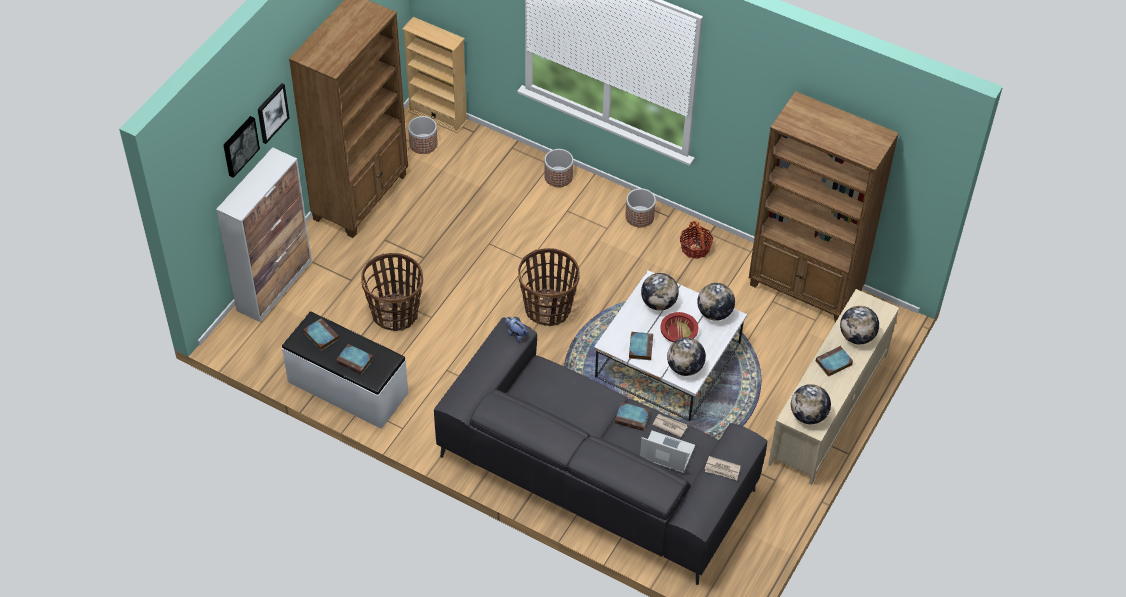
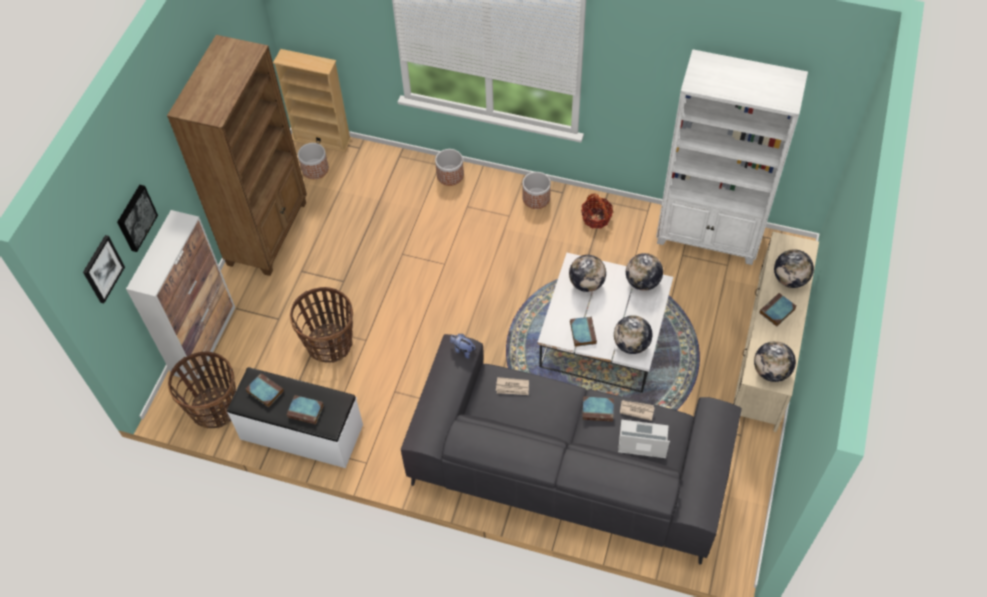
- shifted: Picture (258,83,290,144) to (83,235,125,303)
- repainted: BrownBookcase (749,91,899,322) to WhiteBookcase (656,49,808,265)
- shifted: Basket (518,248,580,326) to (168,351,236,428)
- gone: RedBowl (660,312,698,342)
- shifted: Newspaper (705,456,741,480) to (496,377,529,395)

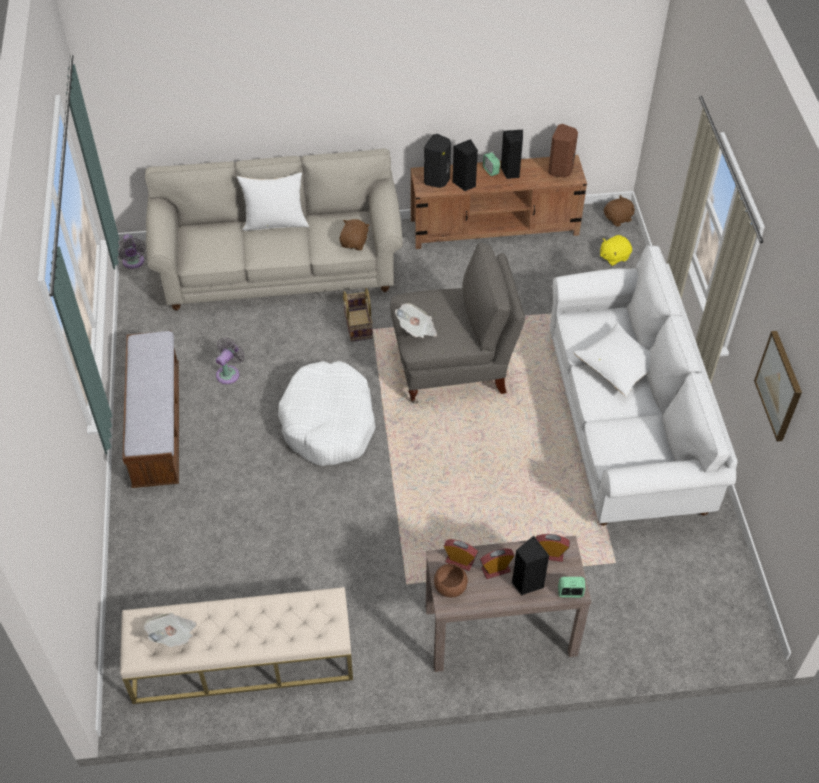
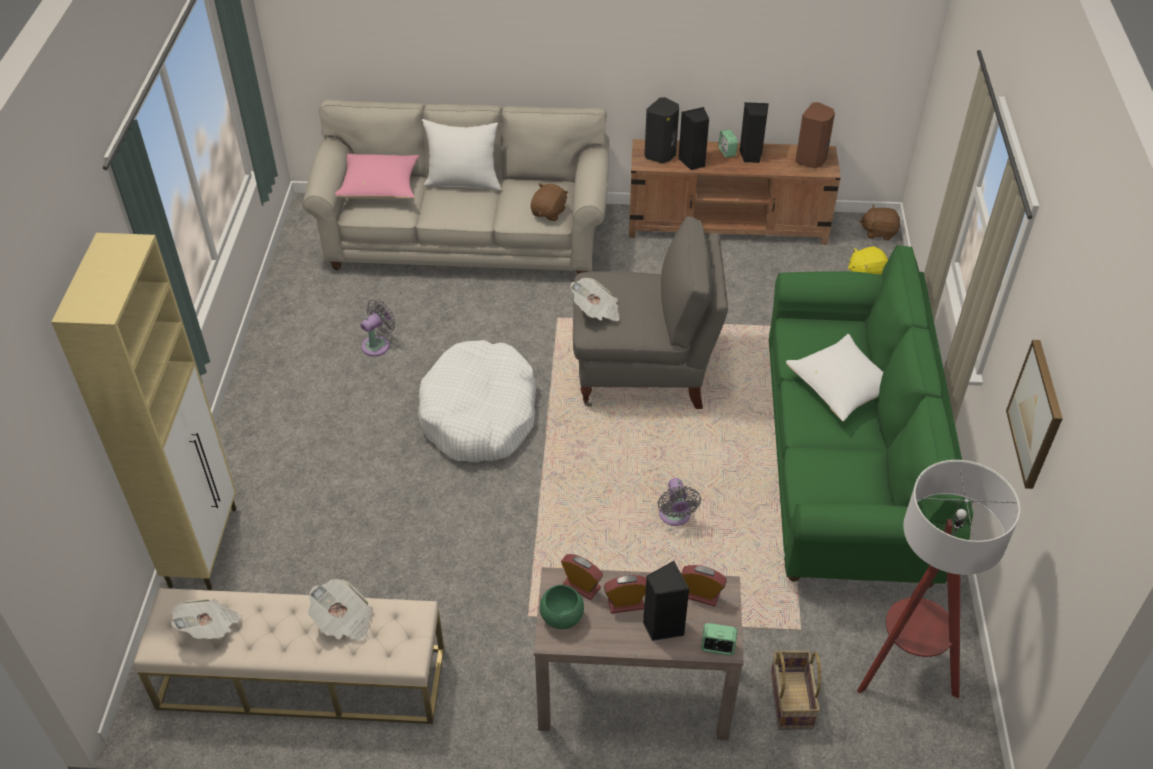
- rotated: BrownPlushToy (604,195,635,227) = (860,205,900,241) 150 degrees counterclockwise
- shifted: GreyFan (118,234,146,269) to (657,478,701,526)
- repainted: WhiteSofa (550,245,738,526) to GreenSofa (769,245,973,588)
- shifted: Basket (343,288,373,342) to (770,651,821,730)
- gone: Bench (122,331,179,488)
- repainted: BrownBowl (434,564,468,598) to GreenBowl (540,585,584,629)
- new: PinkPillow (335,154,419,199)
- new: BeigeCabinet (51,233,236,590)
- new: FloorLamp (857,460,1020,698)
- new: Newspaper (308,579,373,641)

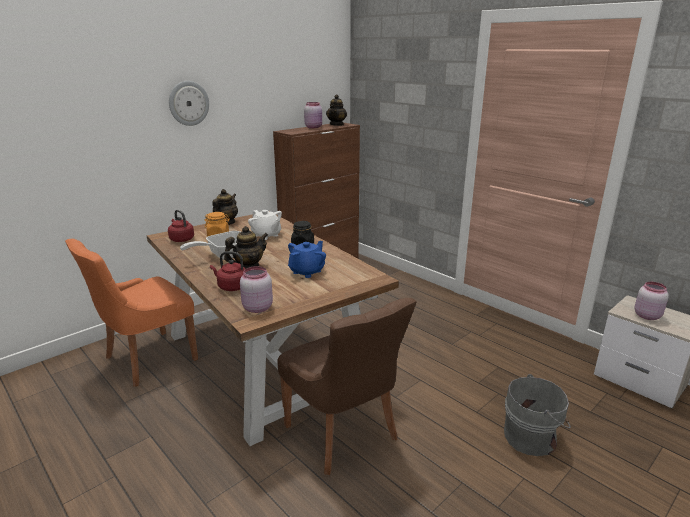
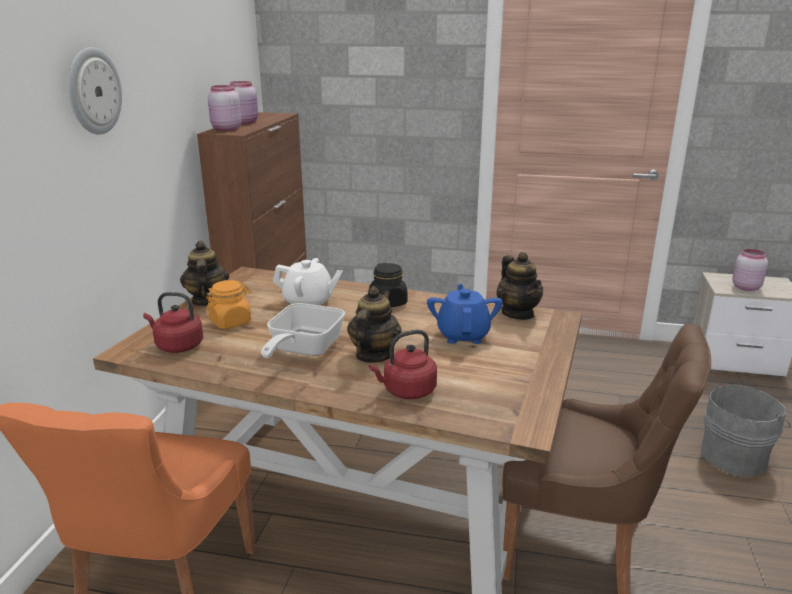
- shifted: Teapot (326,94,347,126) to (496,252,543,320)
- shifted: PinkJar (240,266,273,313) to (208,85,241,131)

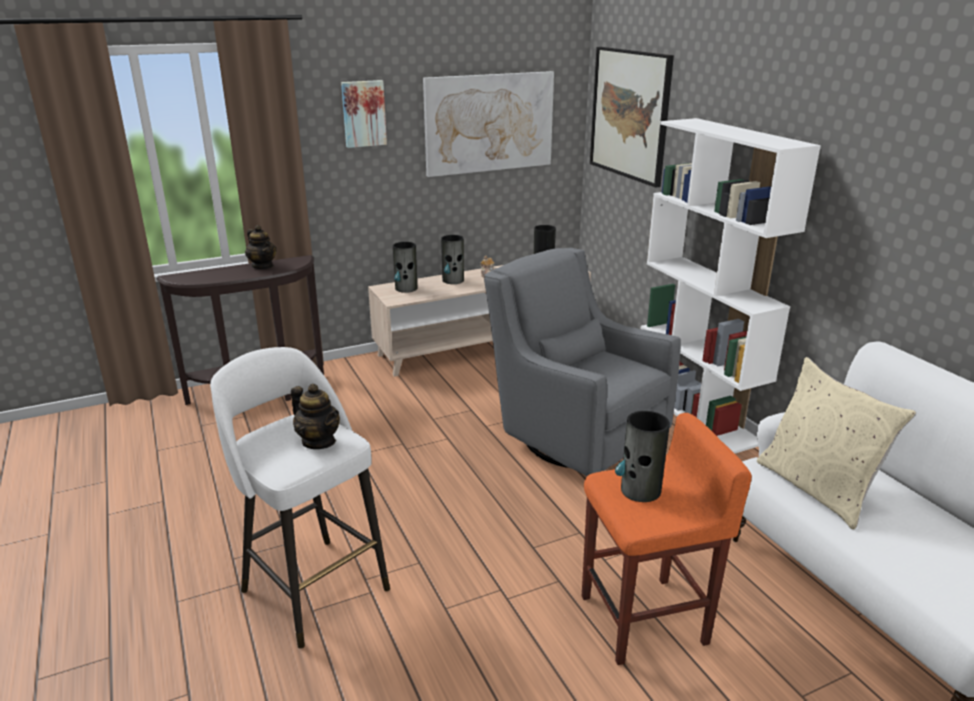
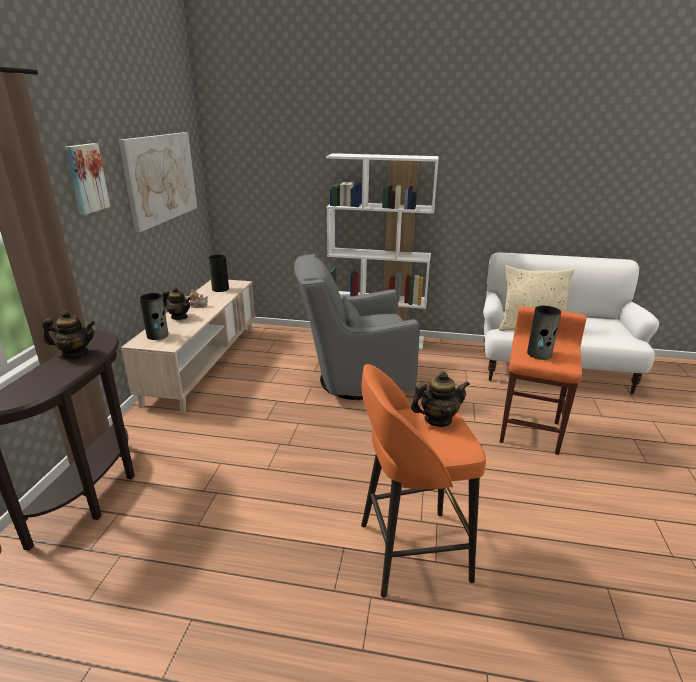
- gone: Picture (590,47,674,188)
- swapped: Vase (441,235,464,284) to Teapot (163,287,191,320)
- repainted: WhiteStool (210,347,390,649) to OrangeStool (361,364,486,598)

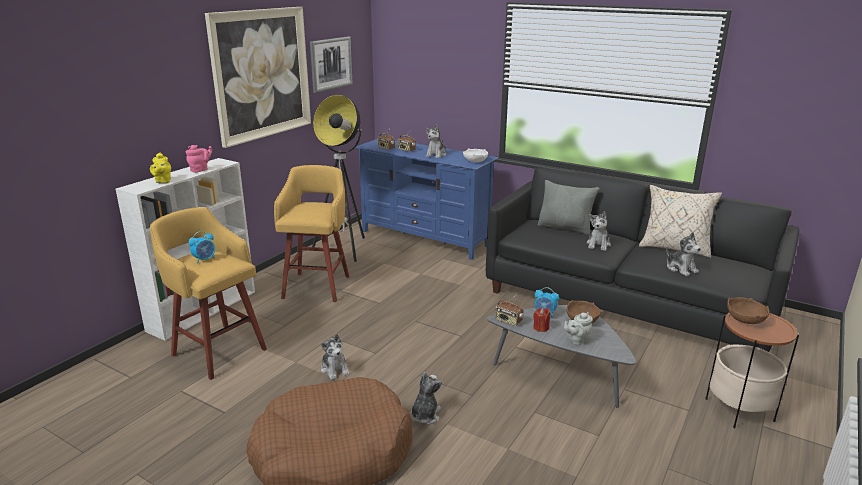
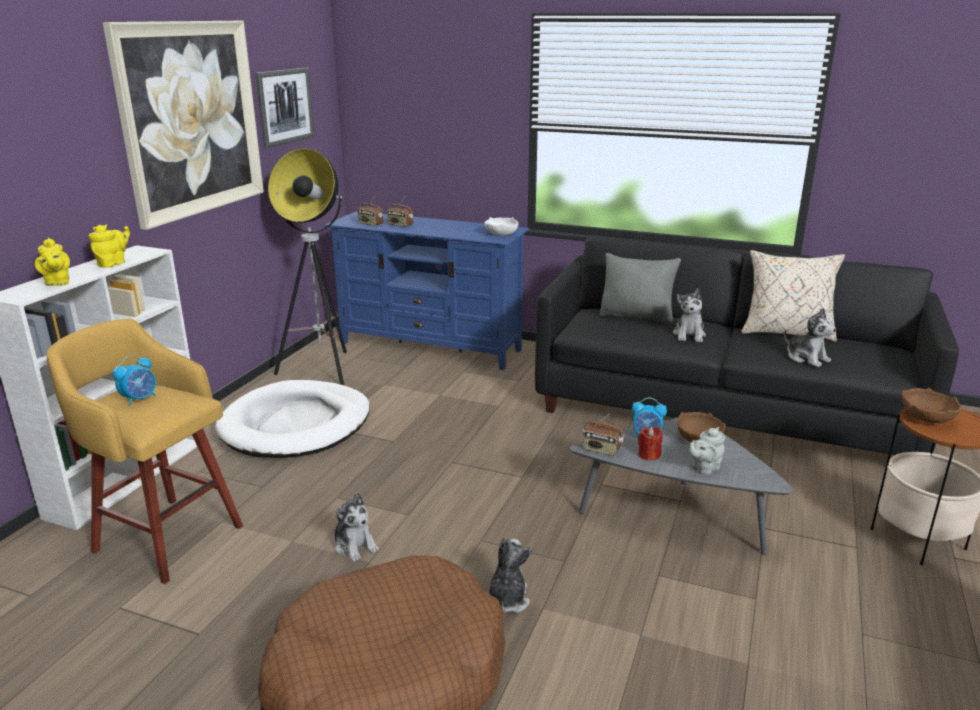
- gone: PlushToy (425,125,446,158)
- repainted: PinkTeapot (185,145,212,173) to YellowTeapot (88,225,130,268)
- swapped: YellowStool (274,165,350,302) to WhiteDogBed (215,380,370,458)

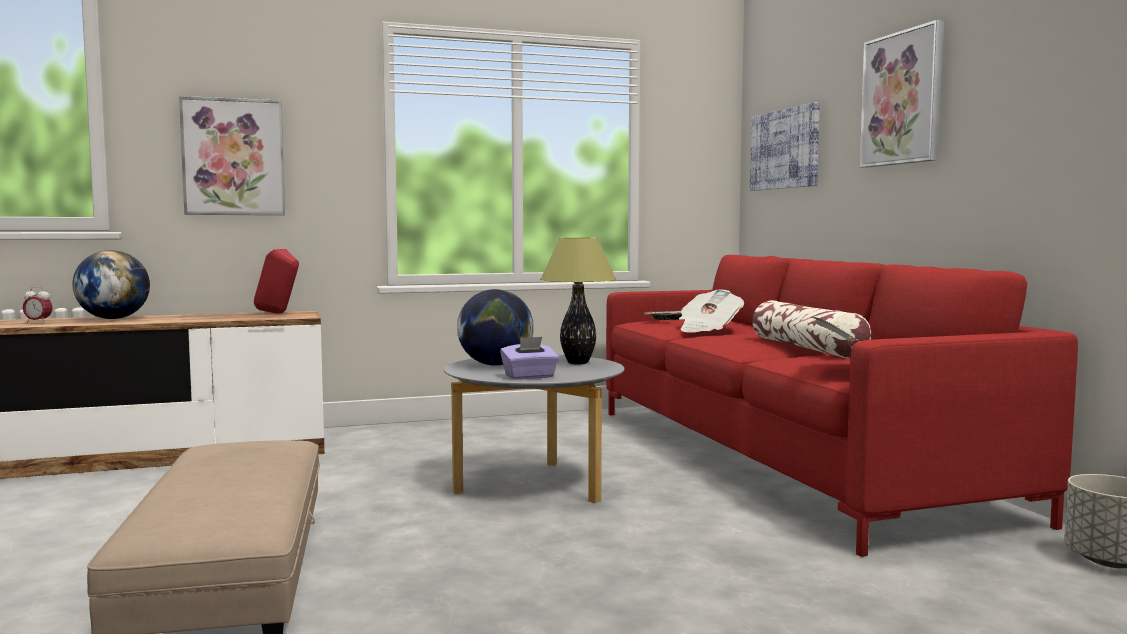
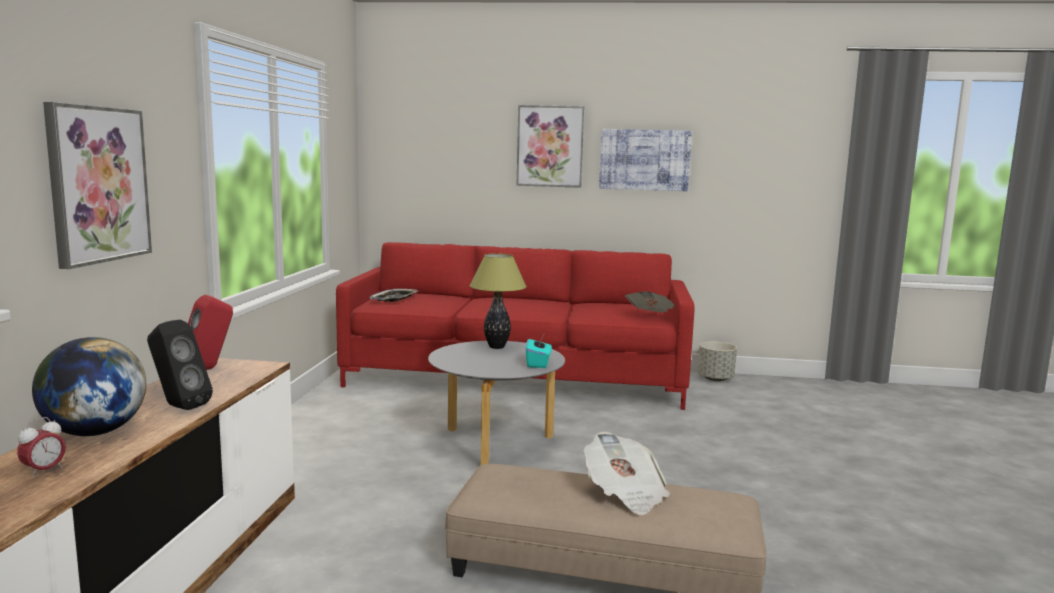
- shifted: Picture (750,102,820,191) to (599,129,692,191)
- gone: Globe (457,289,534,366)
- shifted: Newspaper (679,289,744,333) to (584,432,670,515)
- gone: Pillow (752,300,871,358)
- repainted: PurpleTissueBox (500,337,559,380) to TurquoiseTissueBox (526,334,552,368)
- new: BlackSpeaker (147,319,213,410)

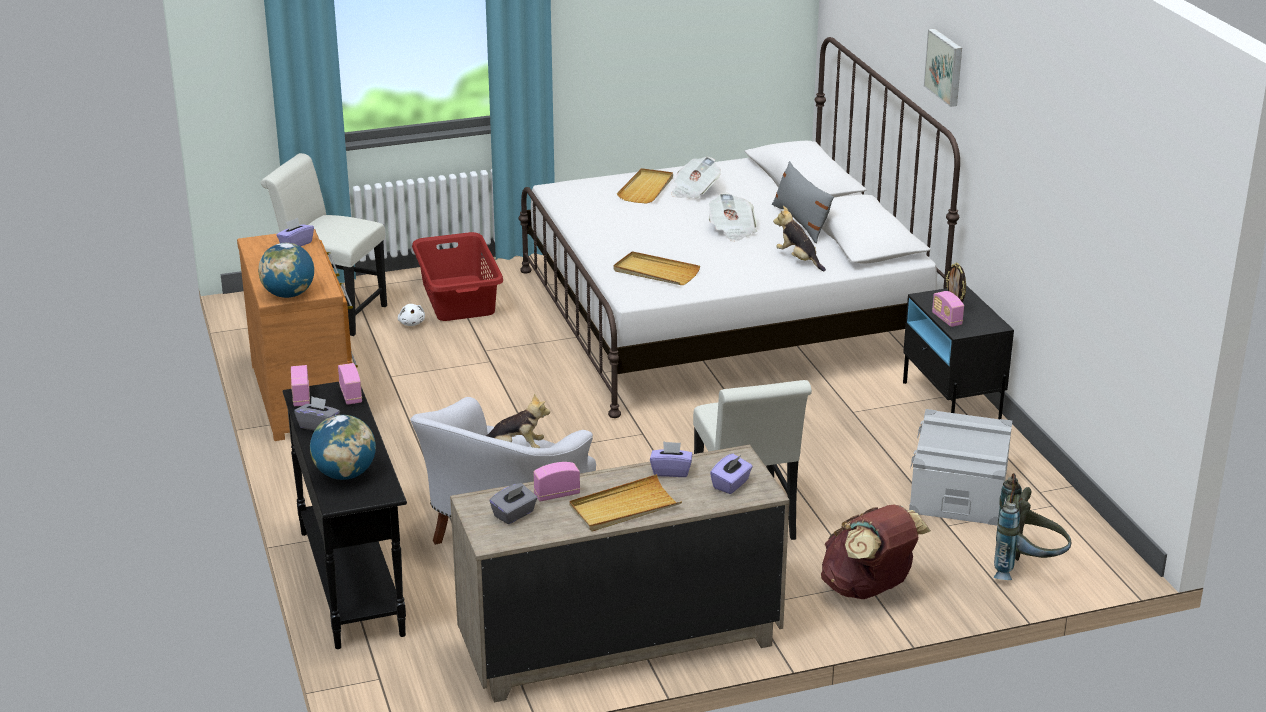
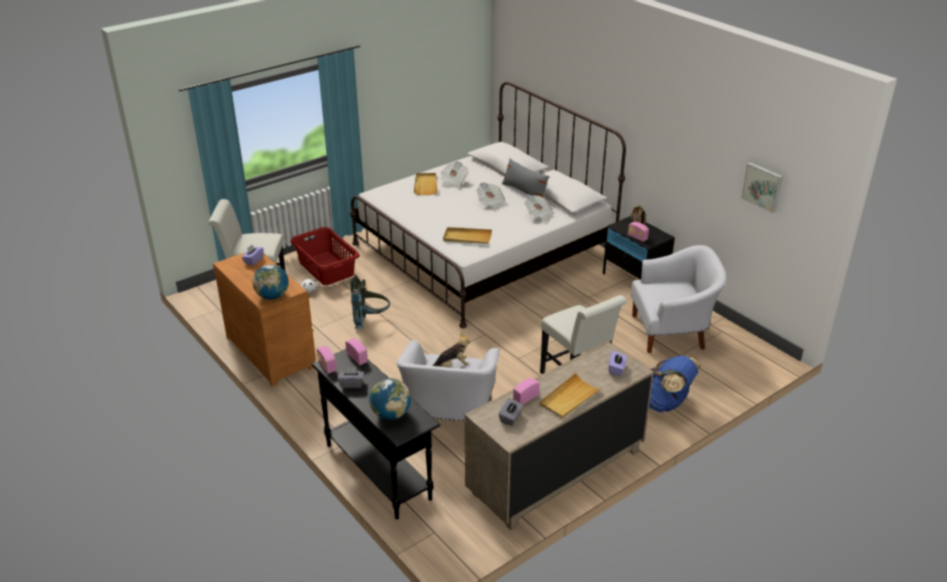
- shifted: Picture (924,29,962,107) to (741,162,783,213)
- swapped: PlushToy (773,206,826,271) to Newspaper (524,195,555,222)
- swapped: GreyStorageBox (909,409,1012,526) to WhiteArmchair (631,245,726,353)
- gone: PurpleTissueBox (650,441,692,477)
- shifted: GreyBackpack (993,473,1072,580) to (351,274,390,329)
- repainted: BrownBackpack (821,505,931,599) to BlueBackpack (649,356,701,412)

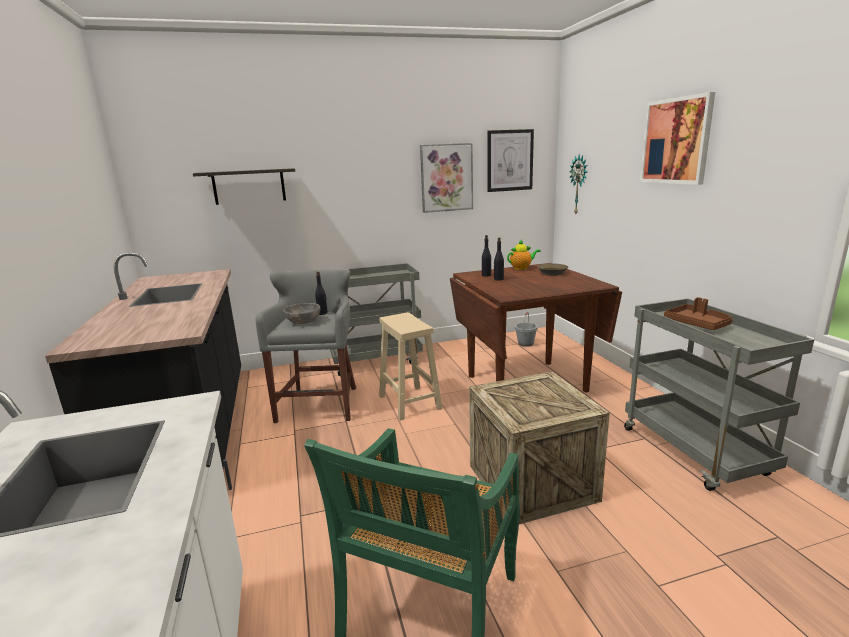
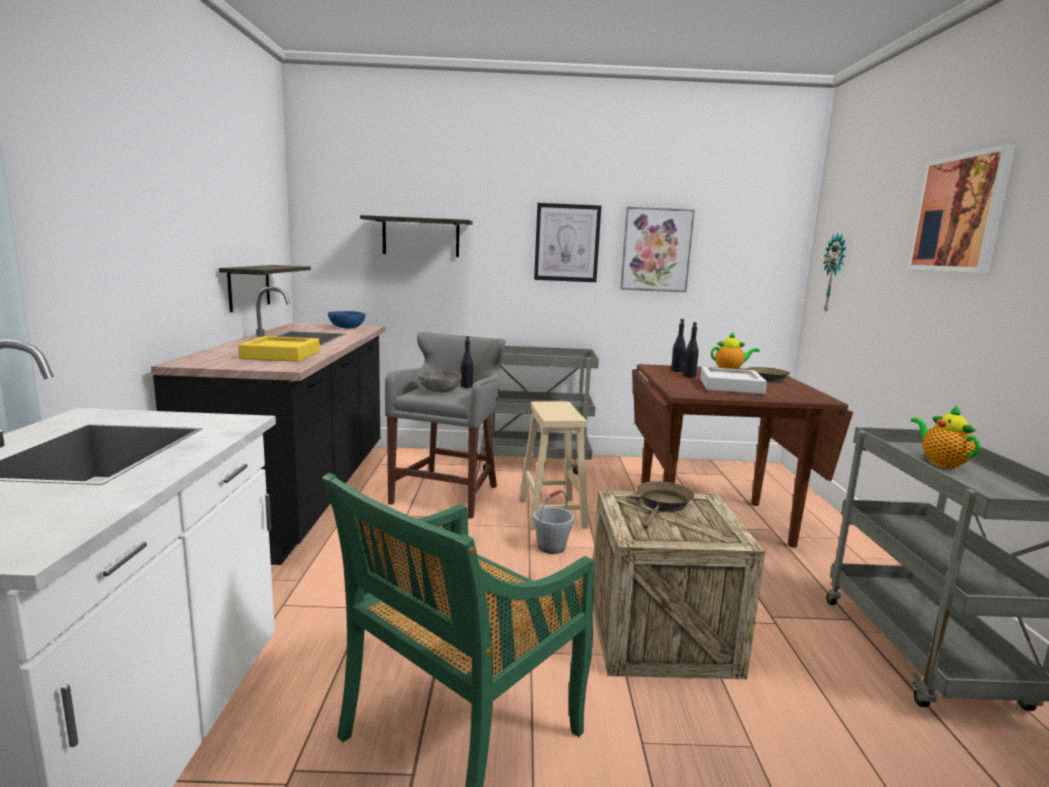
- shifted: Picture (487,129,534,192) to (534,203,601,282)
- swapped: BrownTray (664,297,733,330) to Teapot (911,405,980,469)
- shifted: GreyBucket (515,312,538,347) to (533,490,574,554)
- new: Shelf (219,265,311,312)
- new: BlueBowl (328,311,366,328)
- new: YellowTray (238,336,320,362)
- new: GreyTray (700,367,767,394)
- new: BrownFryingPan (637,481,694,529)

